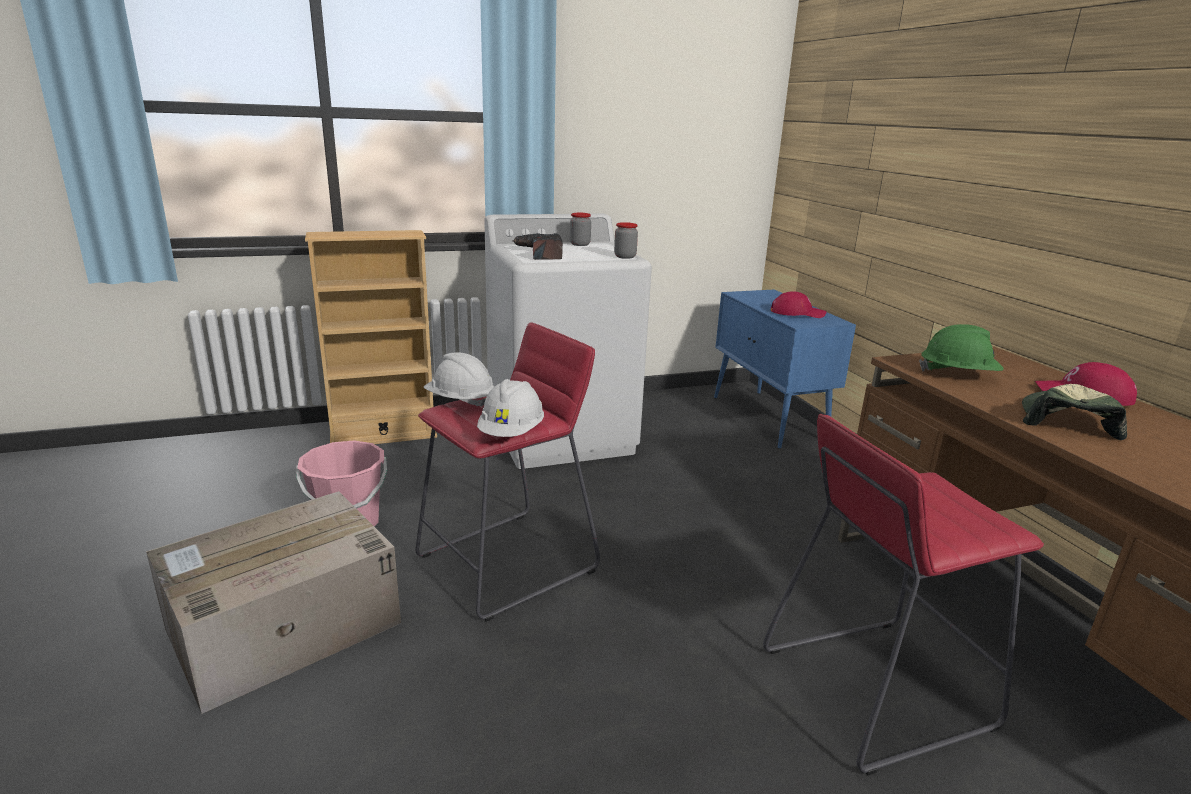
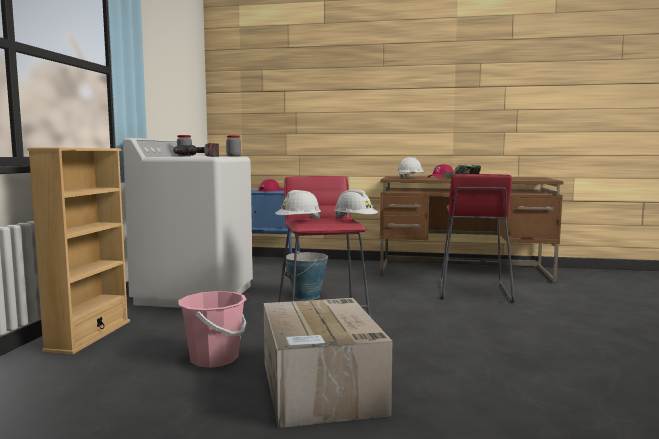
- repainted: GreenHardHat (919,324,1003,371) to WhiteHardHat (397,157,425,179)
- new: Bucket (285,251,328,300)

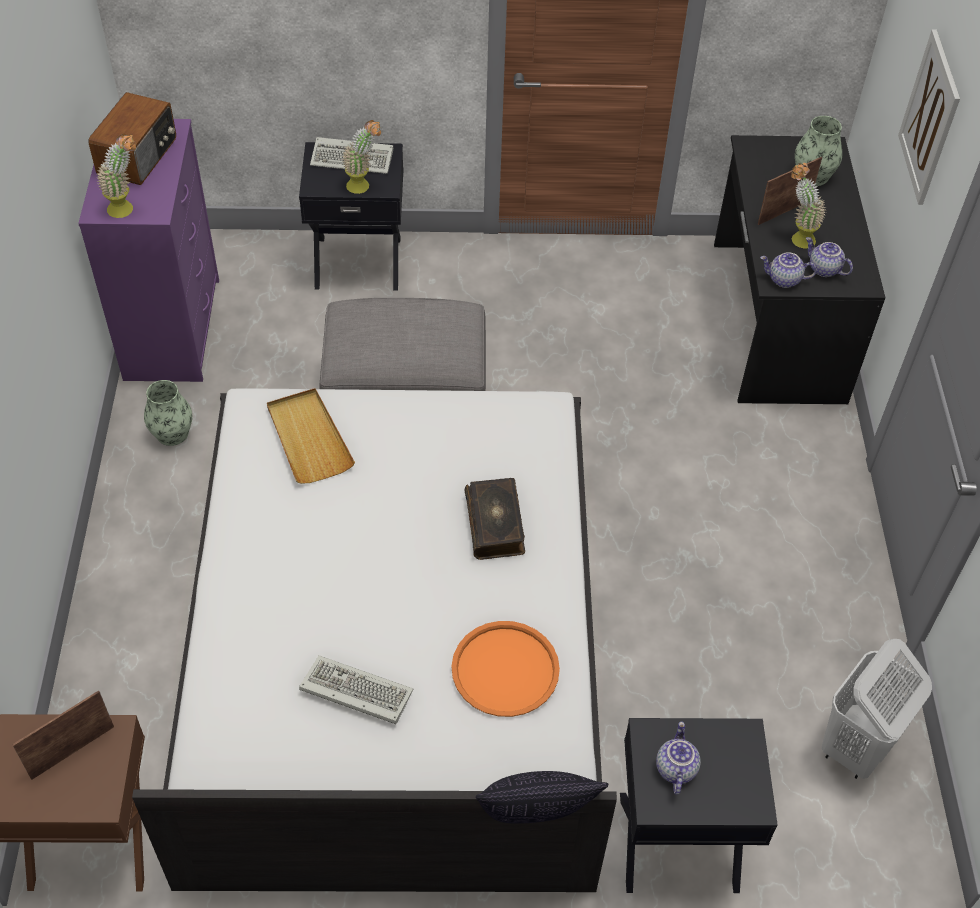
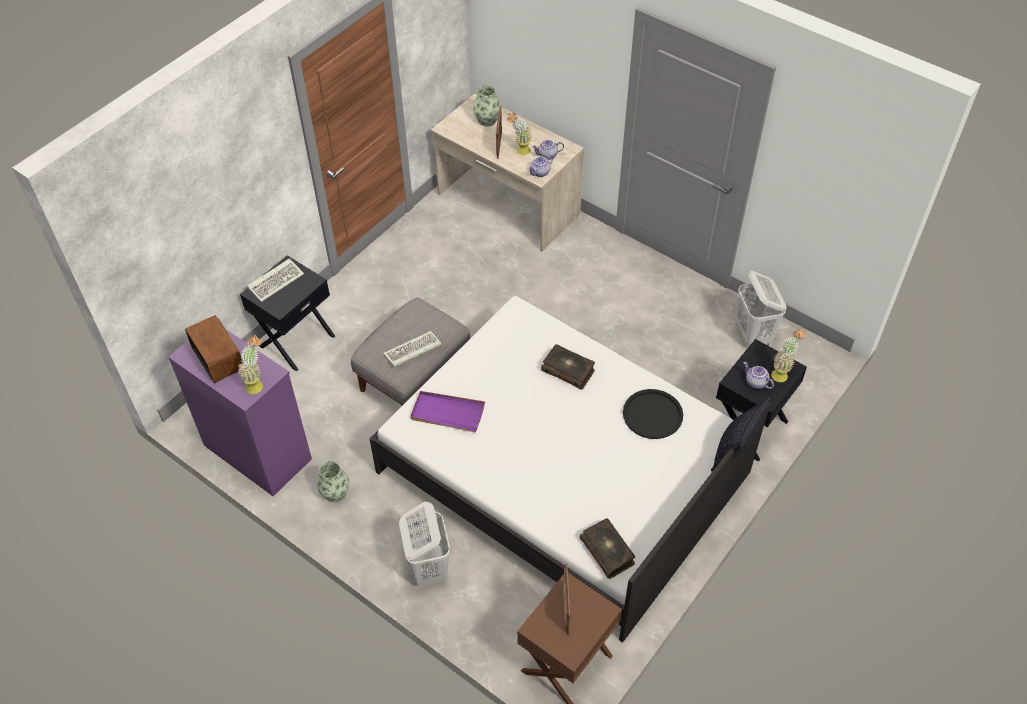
- gone: Picture (898,29,960,205)
- shifted: PottedPlant (342,120,381,194) to (771,329,806,382)
- repainted: BlackDesk (714,135,885,404) to BeigeDesk (431,94,584,252)
- repainted: BeigeTray (267,388,355,484) to PurpleTray (410,391,485,432)
- repainted: OrangeTray (451,621,560,717) to BlackTray (623,389,683,439)
- shifted: Keyboard (299,655,413,724) to (383,331,442,368)
- new: WhiteLaundryBasket (399,502,450,586)
- new: Book (580,518,635,579)

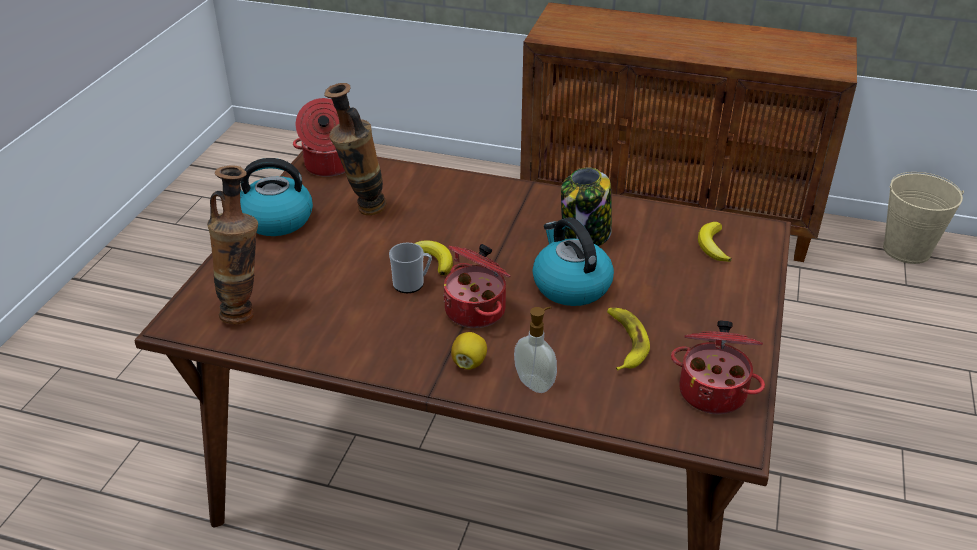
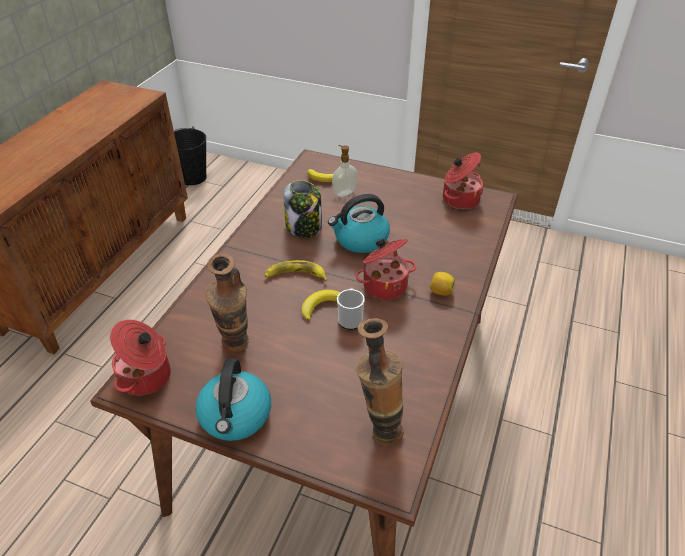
- repainted: BeigeBucket (883,172,964,264) to BlackBucket (174,127,207,185)
- shifted: SoapDispenser (514,307,557,393) to (332,145,358,197)
- shifted: Banana (607,308,650,371) to (265,260,328,281)

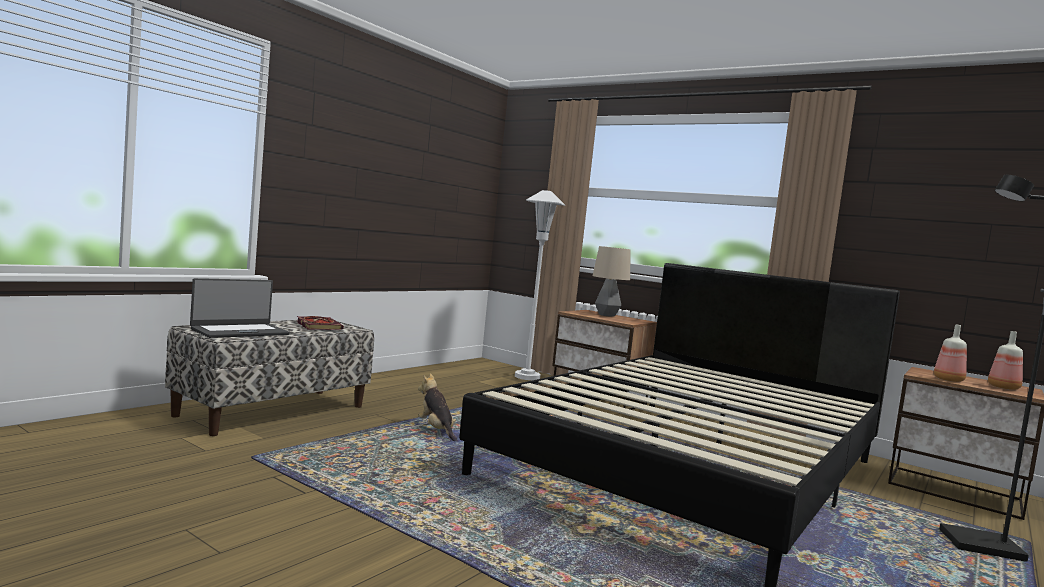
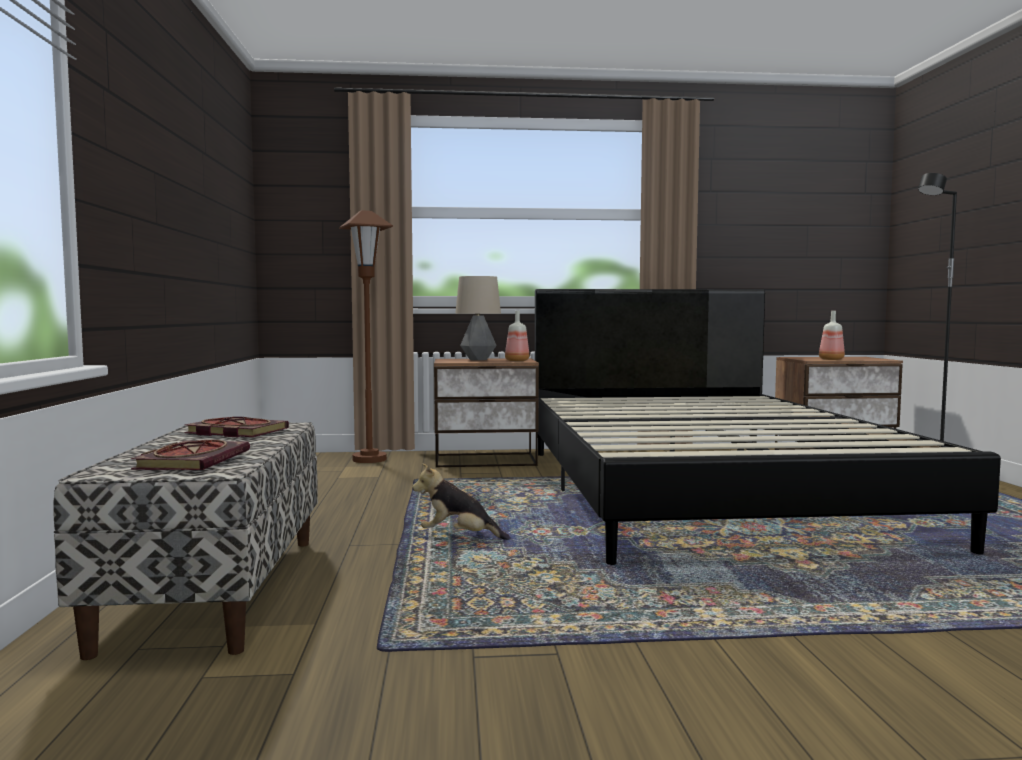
- repainted: WhiteFloorLamp (515,190,565,380) to BrownFloorLamp (339,210,393,463)
- swapped: Laptop (190,278,290,338) to Book (131,440,250,470)
- shifted: Bottle (988,331,1023,390) to (505,311,529,361)

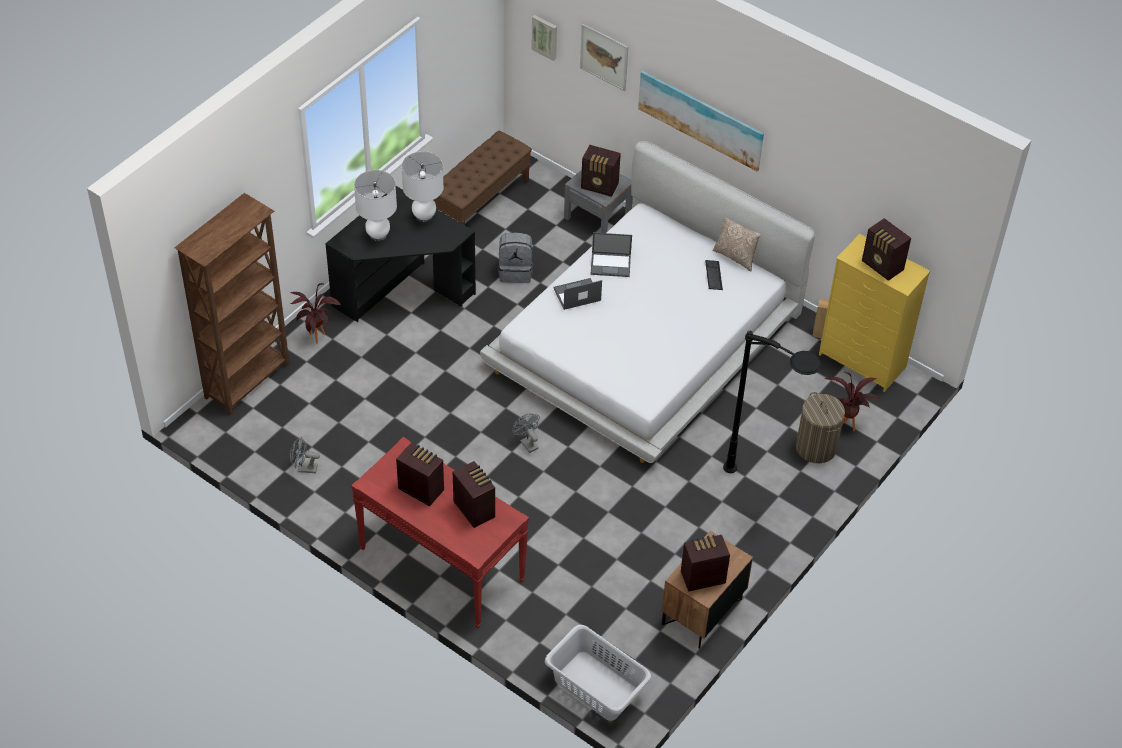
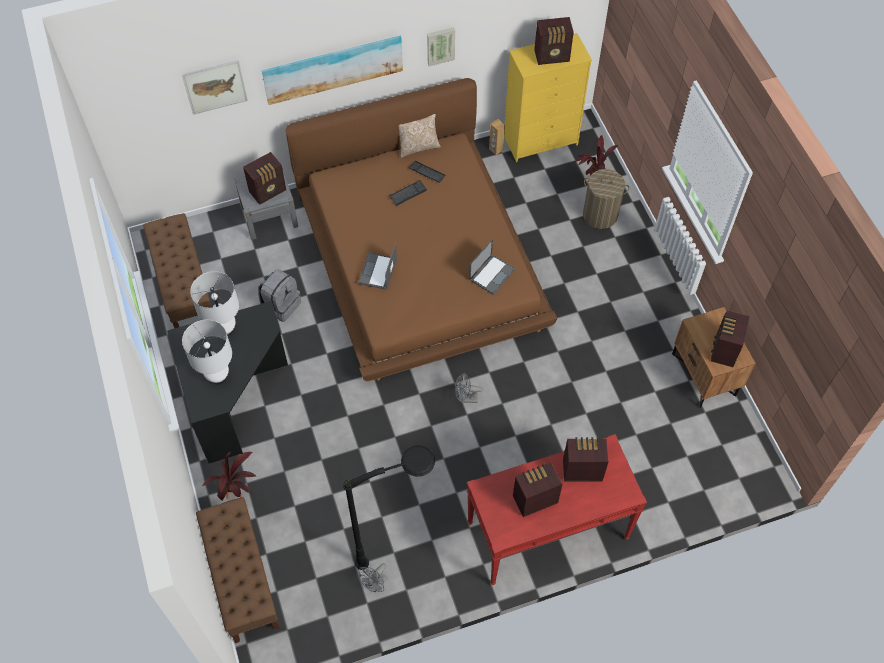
- shifted: Picture (531,15,557,61) to (427,27,455,66)
- repainted: WhiteBed (480,141,815,463) to BrownBed (285,78,557,381)
- swapped: BrownBookcase (174,193,290,416) to BrownBench (196,497,280,643)
- shifted: Laptop (590,233,632,277) to (469,239,516,295)
- shifted: BlackFloorLamp (723,331,821,473) to (343,445,435,570)
- gone: GreyLaundryBasket (545,625,652,721)
- new: Keyboard (390,180,427,206)

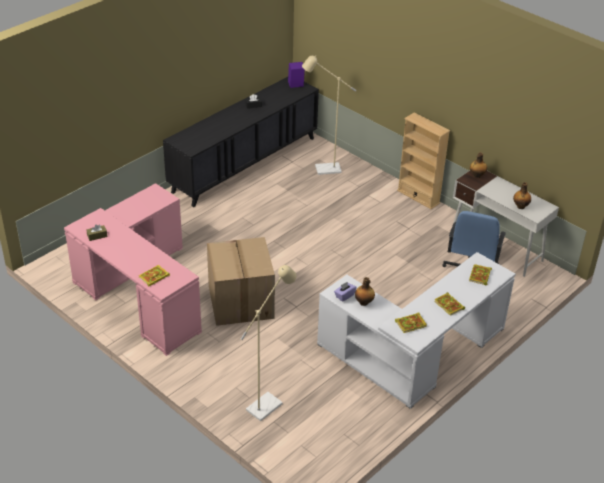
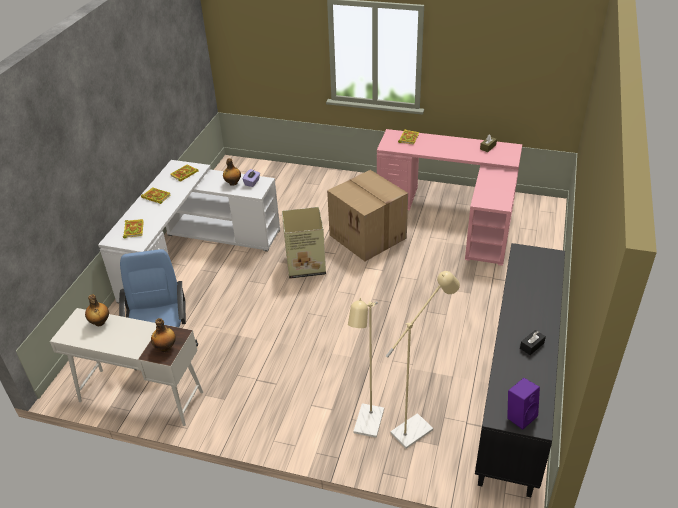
- gone: BeigeBookcase (397,113,450,209)
- shifted: BeigeFloorLamp (241,265,297,421) to (348,298,384,438)
- new: CardboardBox (282,207,326,279)

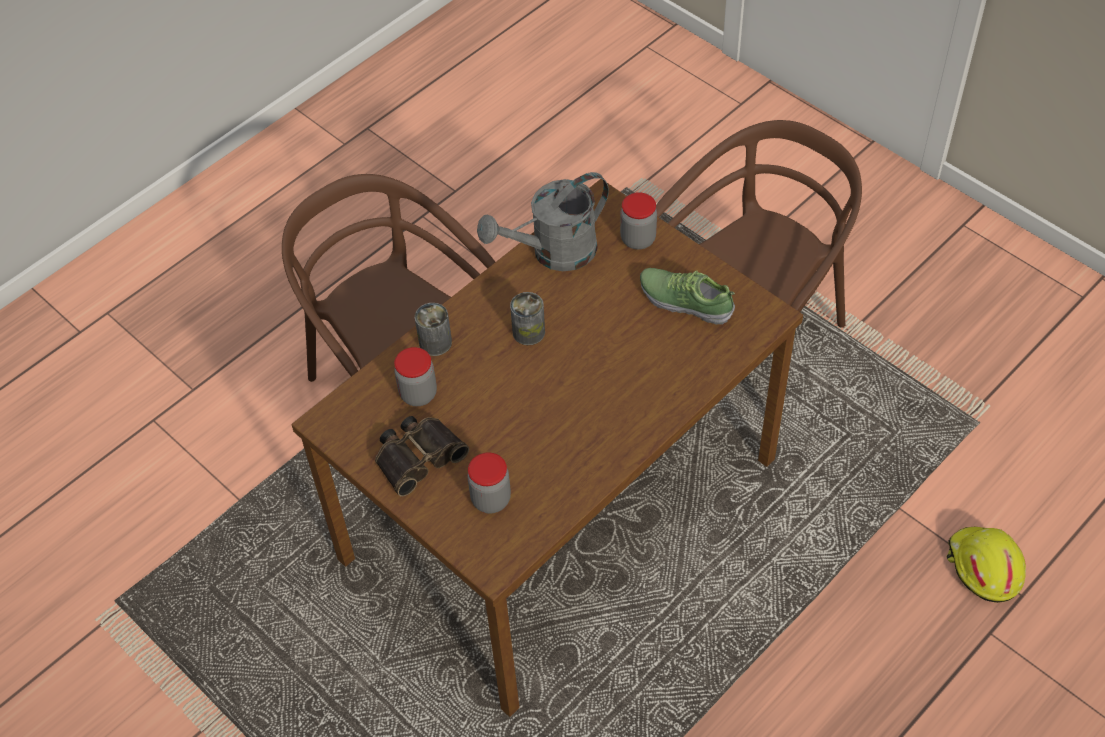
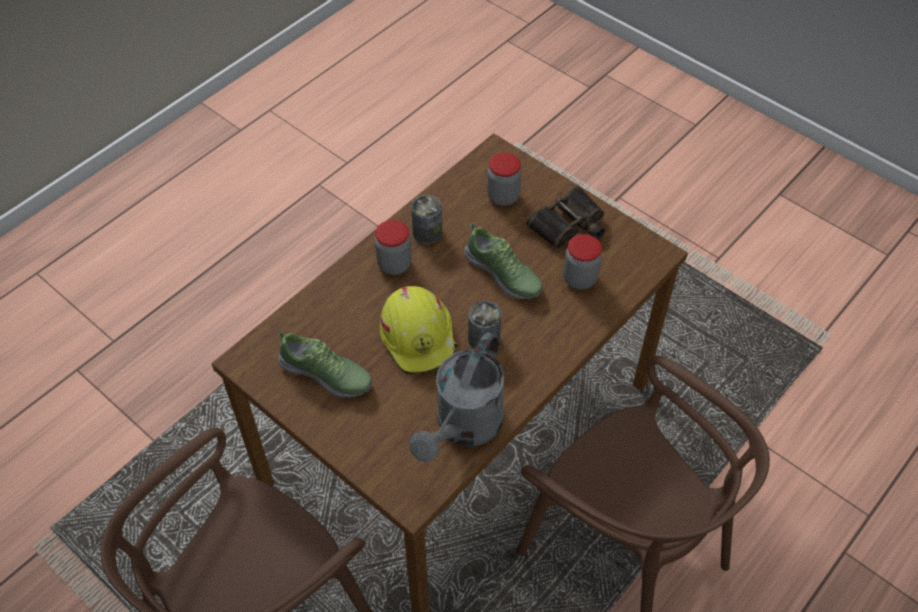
- rotated: GreyWateringCan (477,172,609,271) = (409,333,505,462) 150 degrees clockwise
- shifted: Jar (620,192,657,250) to (375,220,412,275)
- shifted: Can (415,303,452,356) to (411,195,442,244)
- shifted: YellowHardHat (946,527,1026,603) to (380,286,458,374)
- new: Shoe (464,223,543,299)

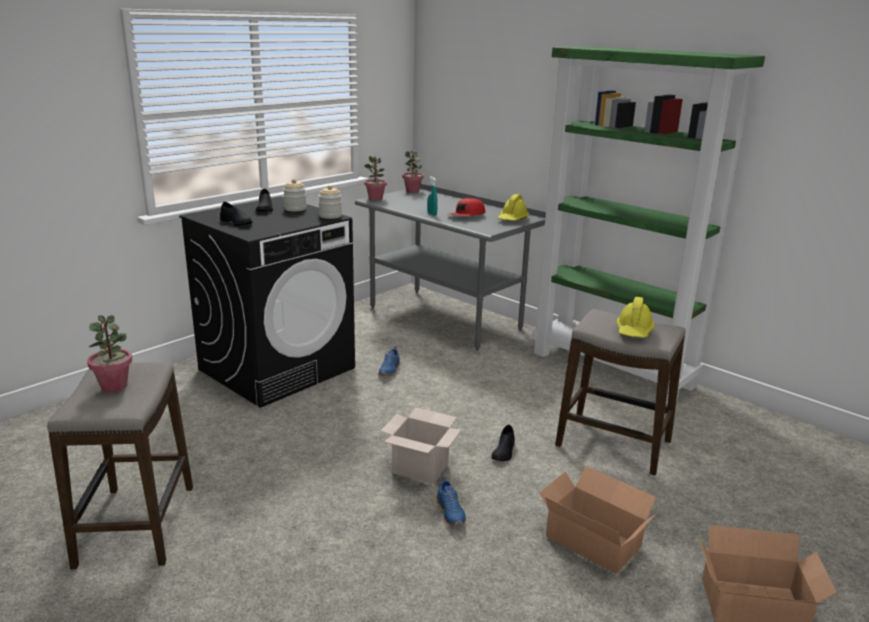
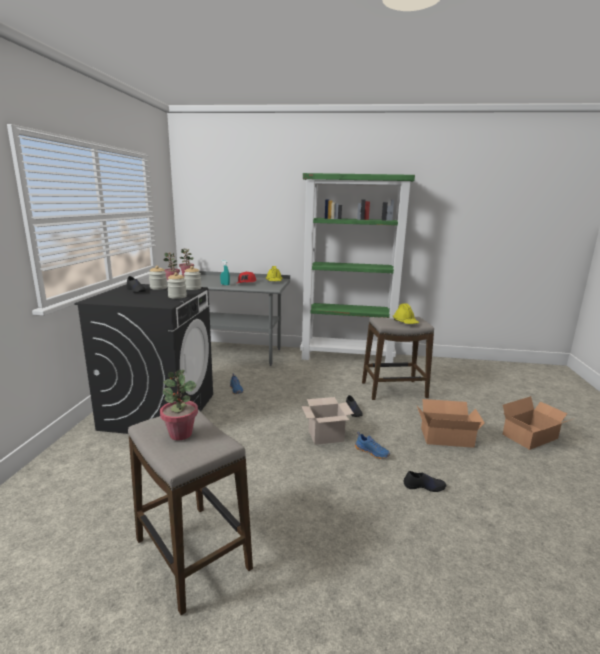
- shifted: BlackShoe (220,202,253,226) to (404,471,446,492)
- new: Jar (167,272,187,299)

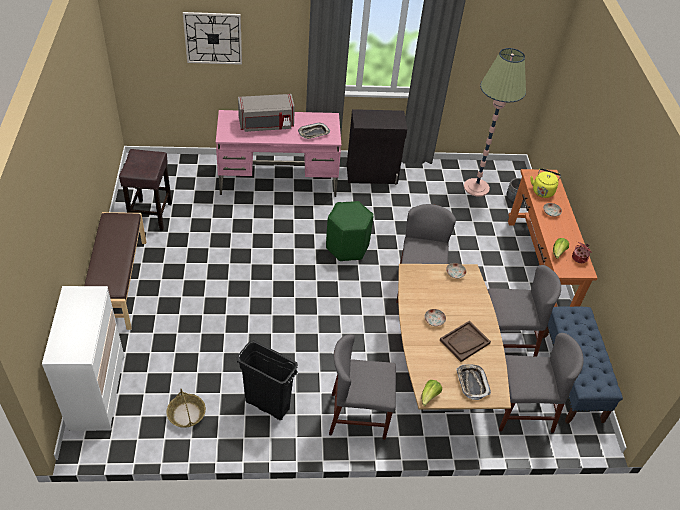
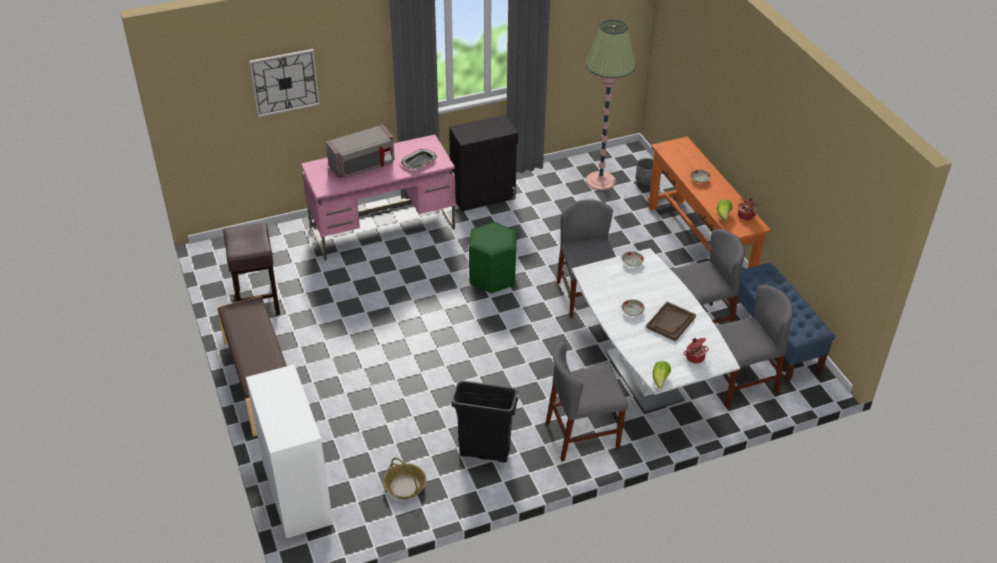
- gone: YellowKettle (530,168,561,198)
- repainted: BrownDiningTable (398,264,511,412) to WhiteDiningTable (572,248,740,413)
- swapped: Tray (456,364,491,400) to CookingPot (684,338,709,364)

